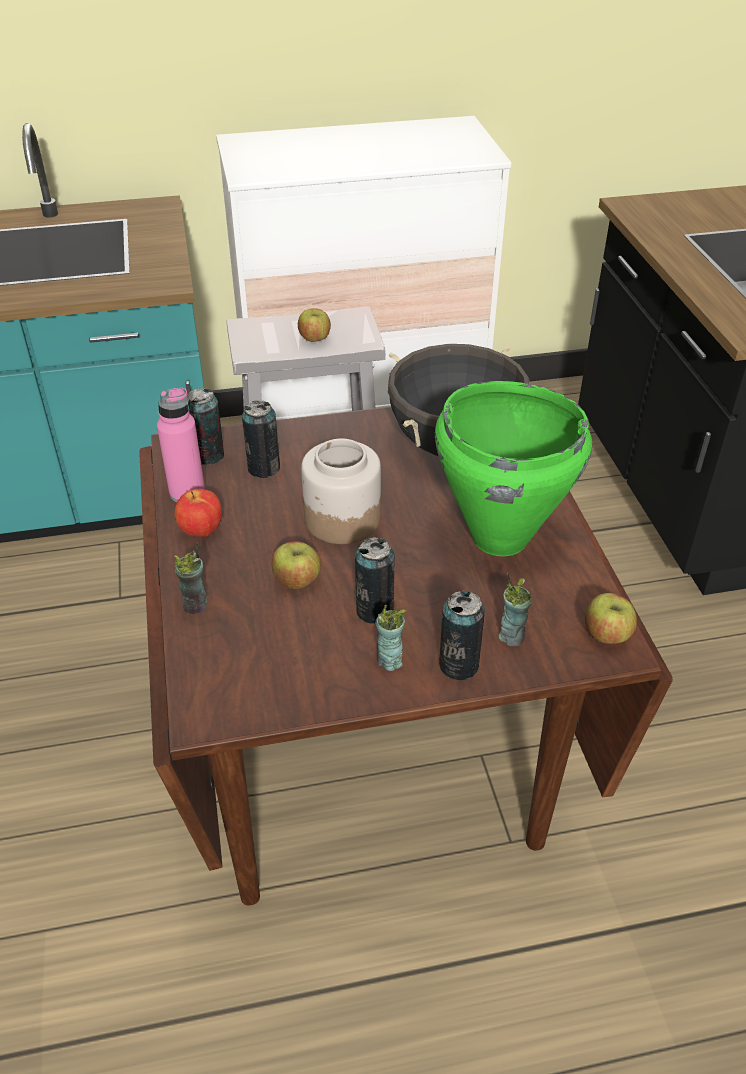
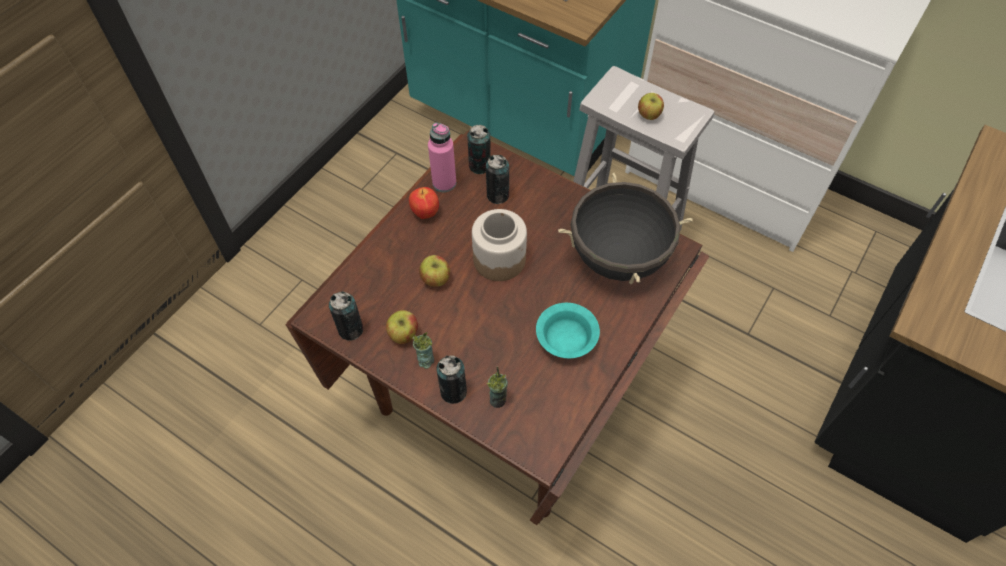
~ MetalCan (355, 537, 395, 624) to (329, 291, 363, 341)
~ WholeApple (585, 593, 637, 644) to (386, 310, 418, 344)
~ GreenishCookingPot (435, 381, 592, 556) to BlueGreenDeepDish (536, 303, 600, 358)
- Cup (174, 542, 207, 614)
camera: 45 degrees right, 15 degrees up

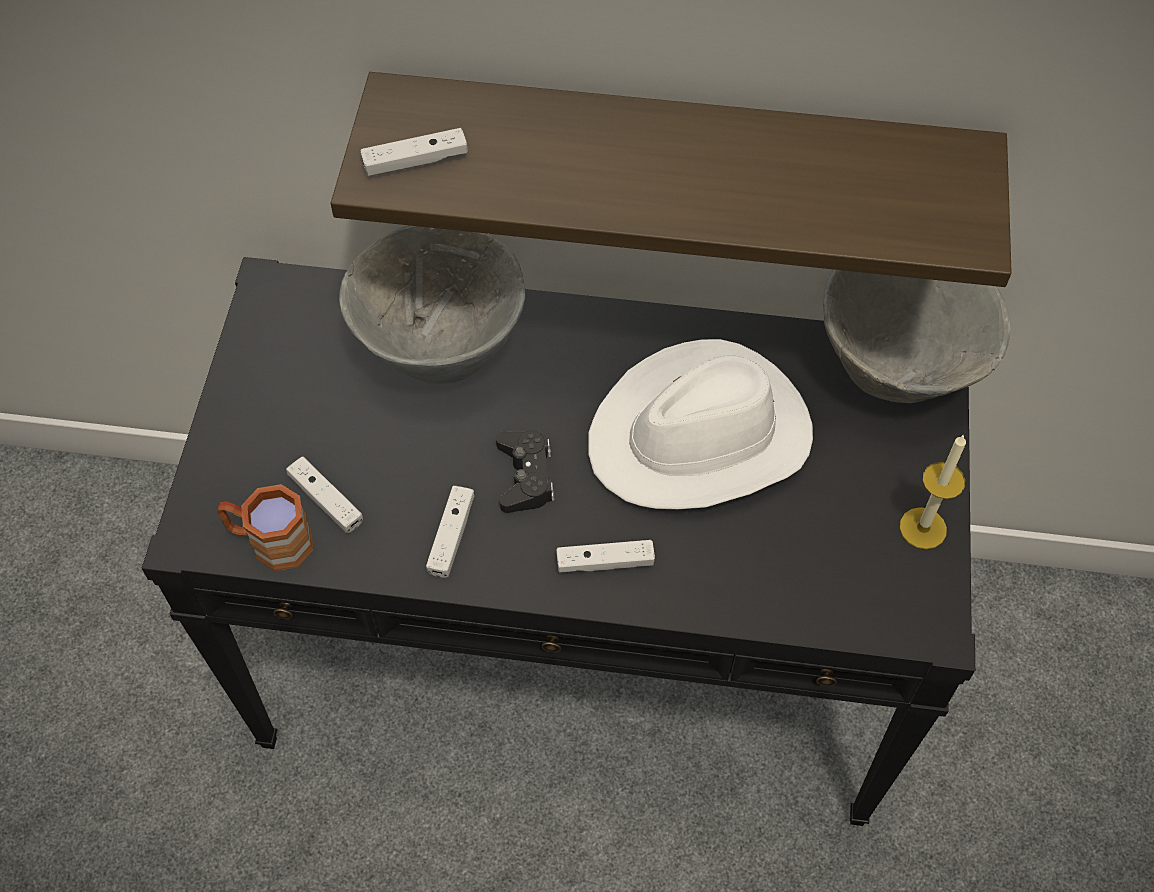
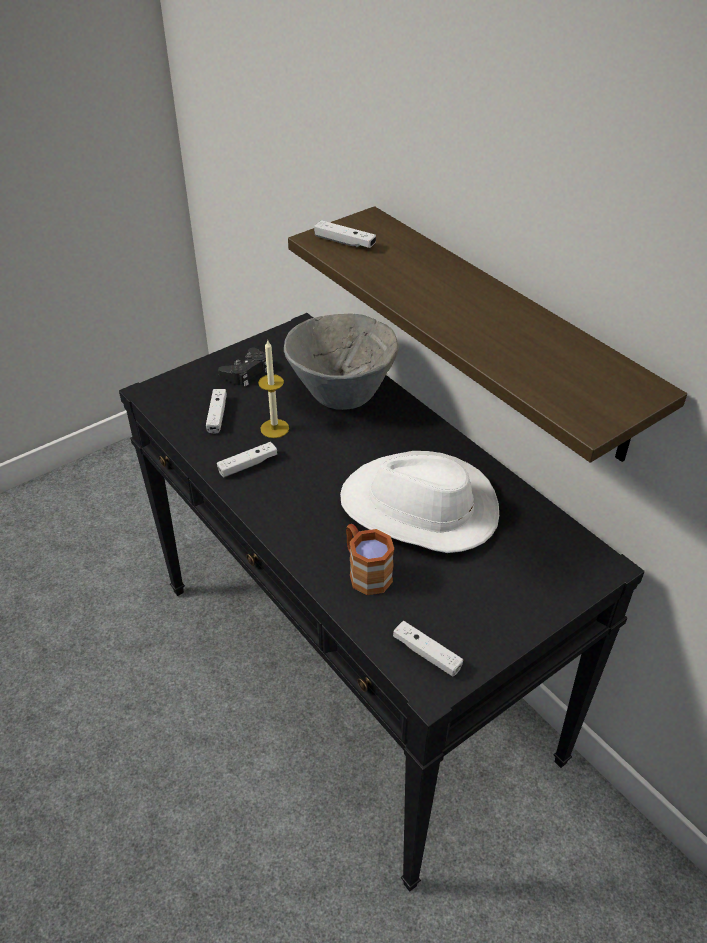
~ BlackishJoypad (496, 431, 555, 513) to (218, 348, 267, 386)
~ Candle (900, 434, 966, 549) to (258, 339, 289, 438)
~ BrownishCoffeeMug (217, 484, 313, 571) to (346, 524, 394, 595)
~ WhitishJoypad (556, 540, 655, 573) to (393, 621, 463, 677)
- GreyDeepDish (823, 270, 1010, 403)
camera: 45 degrees right, 15 degrees down

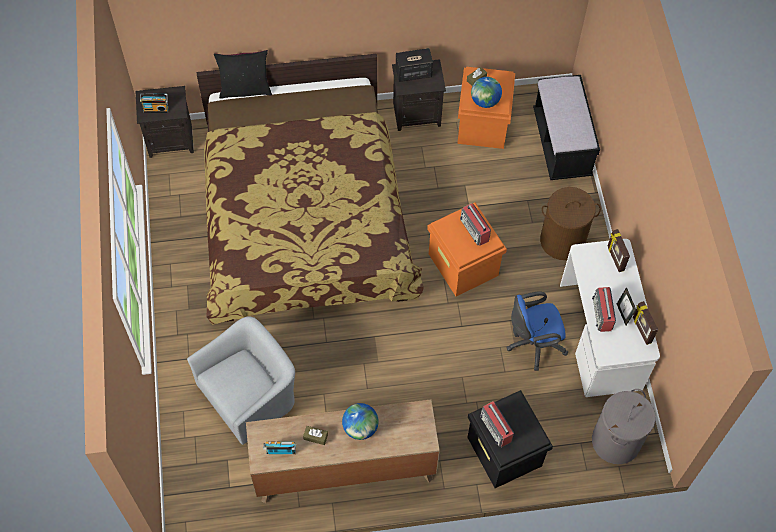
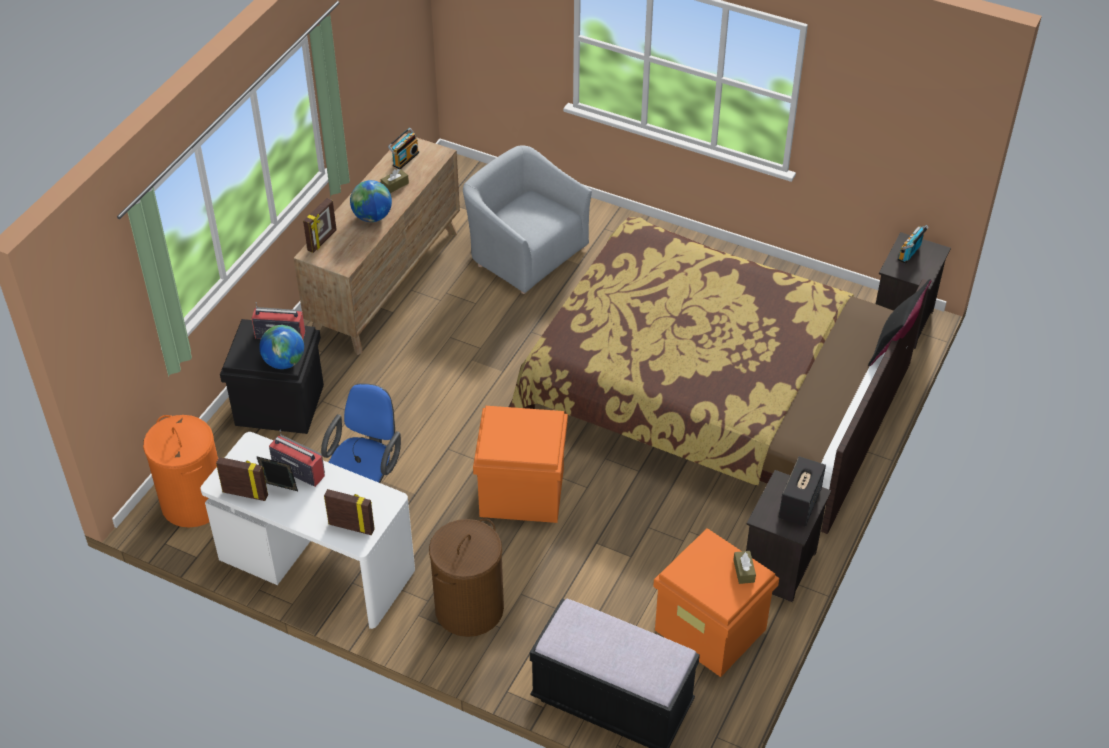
~ GreyWashingBasket (592, 389, 656, 464) to OrangeColouredWashingBasket (143, 415, 218, 528)
~ DeskGlobe (471, 77, 502, 108) to (259, 325, 304, 369)
+ PhotoFrame (303, 198, 337, 253)
~ GreyArmchair (187, 316, 295, 445) = (463, 146, 592, 294) 135 degrees clockwise
- Radio (460, 203, 491, 246)
camera: 125 degrees right, 15 degrees down

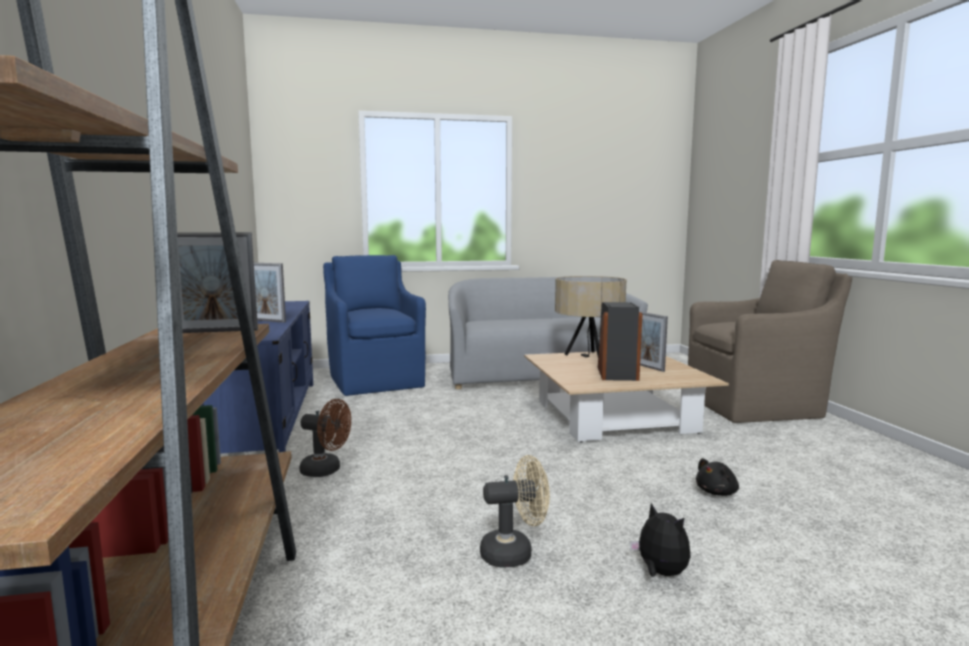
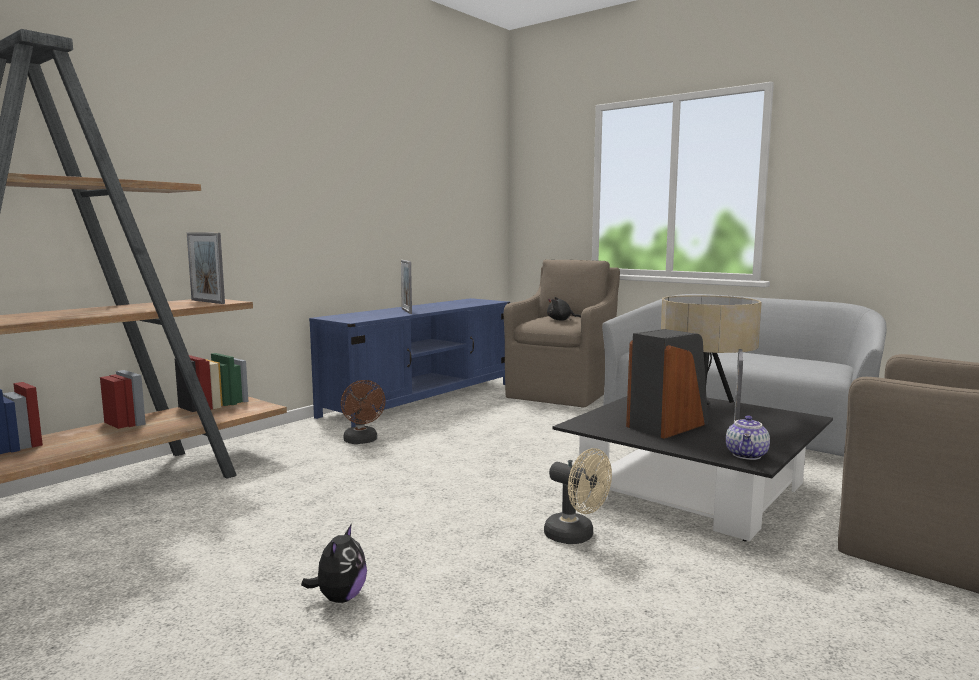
~ BlueArmchair (323, 255, 426, 396) to BrownishArmchair (504, 259, 620, 408)
~ BeigeFan (480, 455, 550, 568) to (544, 448, 612, 544)
~ BlackishPlushToy (696, 458, 739, 496) to (547, 297, 581, 321)
~ BeigeLowTable (524, 351, 729, 442) to BlackishLowTable (553, 396, 833, 542)
+ Teapot (726, 416, 770, 460)
camera: 50 degrees right, 0 degrees up

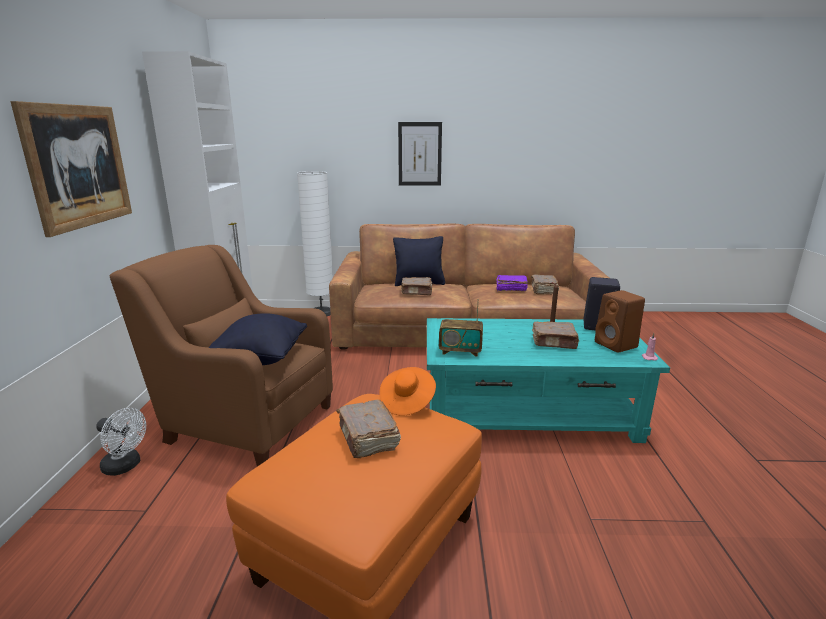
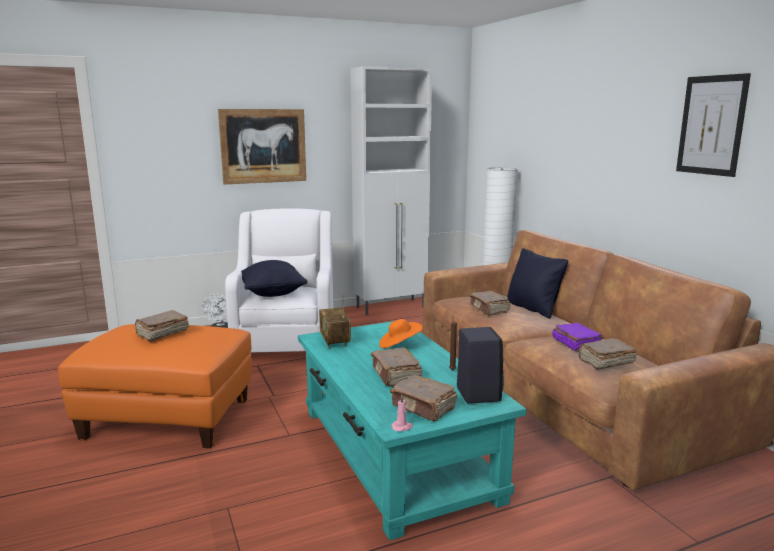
~ BrownishArmchair (110, 245, 333, 467) to WhitishArmchair (225, 208, 333, 352)
~ OrangeColouredWearableHat (379, 367, 436, 416) to (379, 319, 423, 348)
~ BrownishSpeaker (595, 290, 645, 353) to BrownishBoundBook (390, 375, 457, 421)
~ WallPicture (398, 122, 442, 186) to (676, 73, 751, 177)
camera: 65 degrees right, 5 degrees down

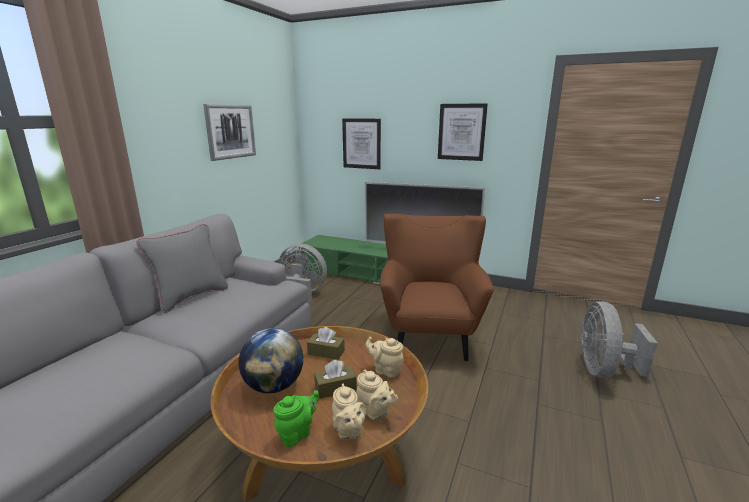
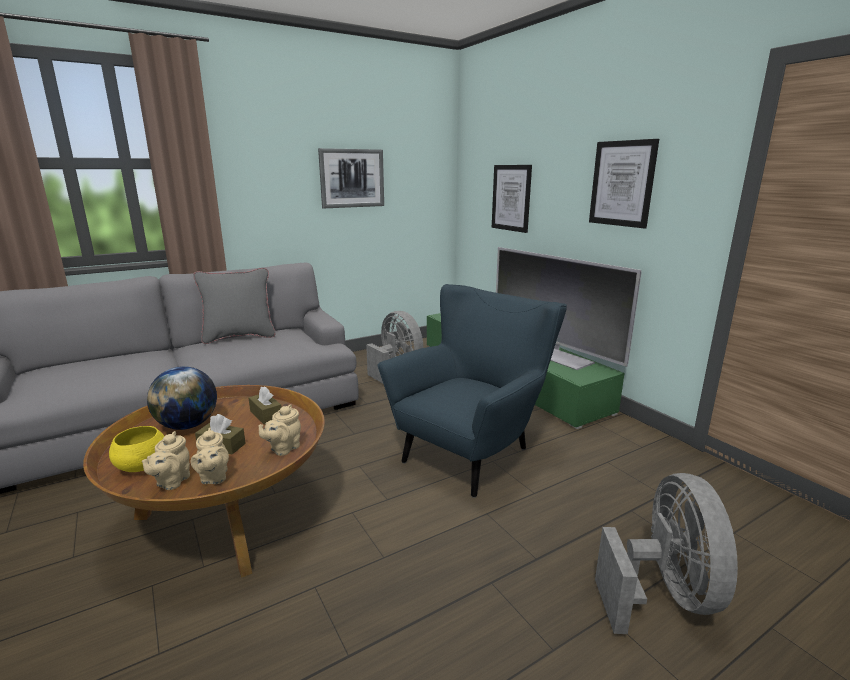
~ GreenishTeapot (273, 390, 319, 447) to YellowDeepDish (109, 426, 164, 472)
~ BeigeTeapot (365, 337, 404, 378) = (258, 404, 301, 456) 120 degrees counterclockwise
~ BrownishArmchair (381, 213, 494, 362) to BlueArmchair (378, 284, 567, 498)
~ GreyFan (580, 302, 658, 378) = (595, 473, 738, 634) 135 degrees clockwise
camera: 35 degrees right, 0 degrees up

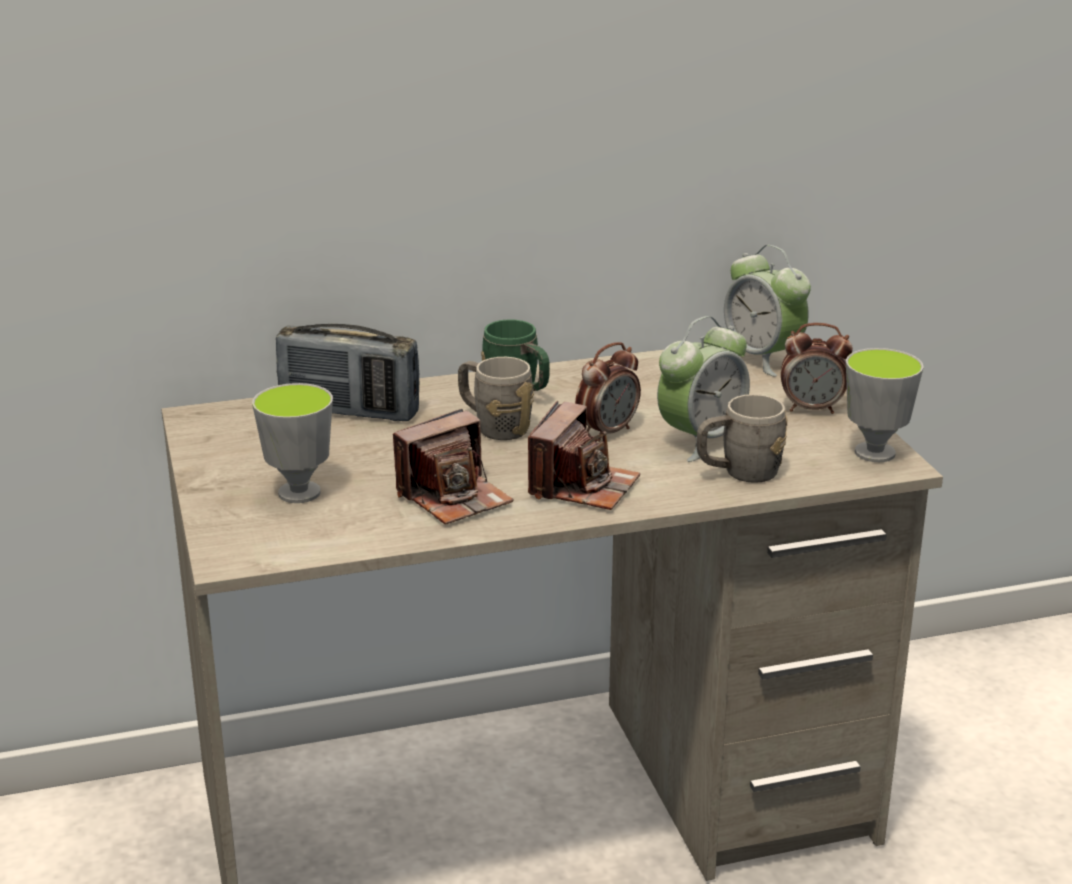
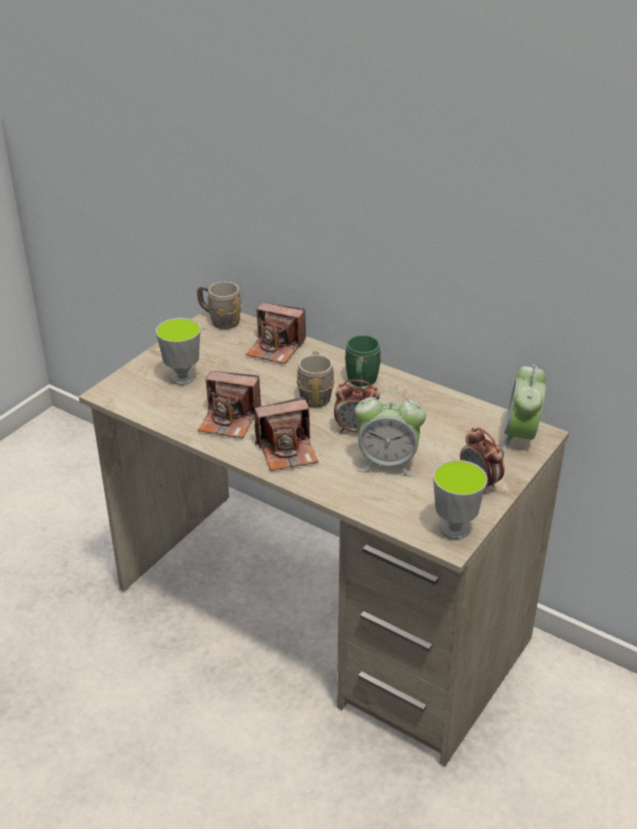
~ GreyCoffeeMug (697, 394, 788, 483) to (197, 282, 241, 329)
~ Radio (276, 324, 420, 421) to PhotoCamera (246, 302, 306, 364)
camera: 50 degrees right, 10 degrees up

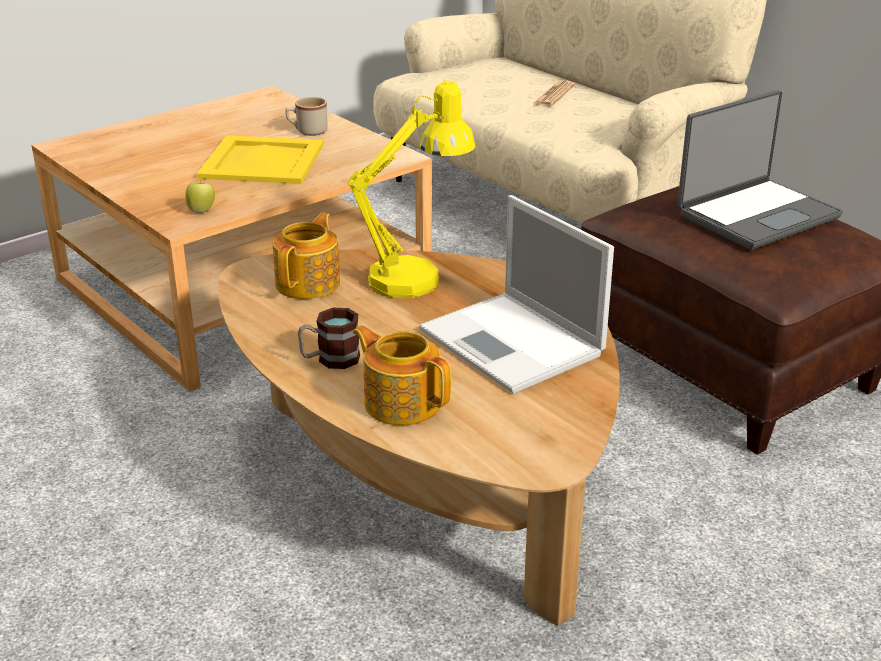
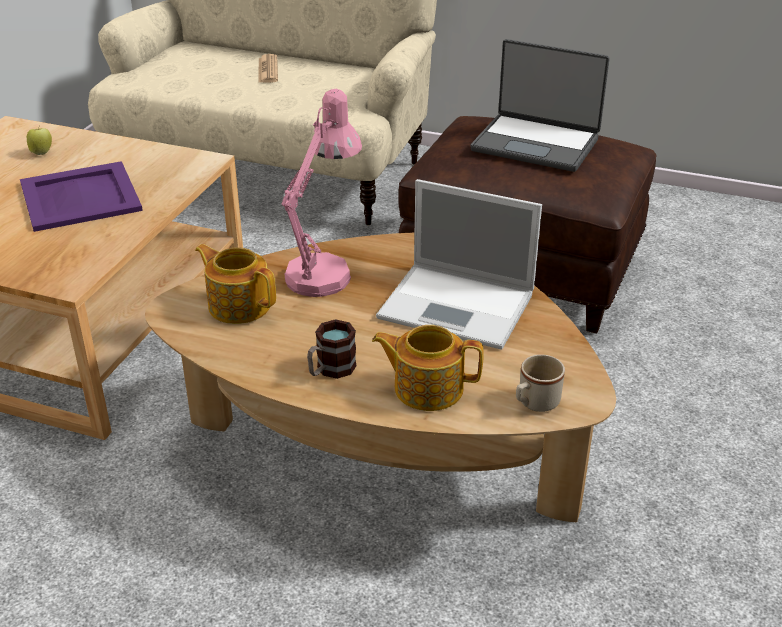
~ YellowServingTray (197, 135, 324, 184) to PurplishServingTray (20, 161, 143, 232)
~ WholeApple (185, 179, 215, 213) to (27, 128, 52, 155)
~ Teapot (273, 213, 340, 299) = (195, 244, 276, 324) 45 degrees counterclockwise
~ YellowTableLamp (347, 81, 475, 299) to PinkColouredTableLamp (282, 89, 362, 297)
~ PortableComputer (677, 90, 843, 250) = (471, 39, 610, 172) 90 degrees clockwise
~ BeigeCoffeeMug (286, 97, 328, 136) to (516, 355, 565, 412)
camera: 30 degrees left, 5 degrees up

